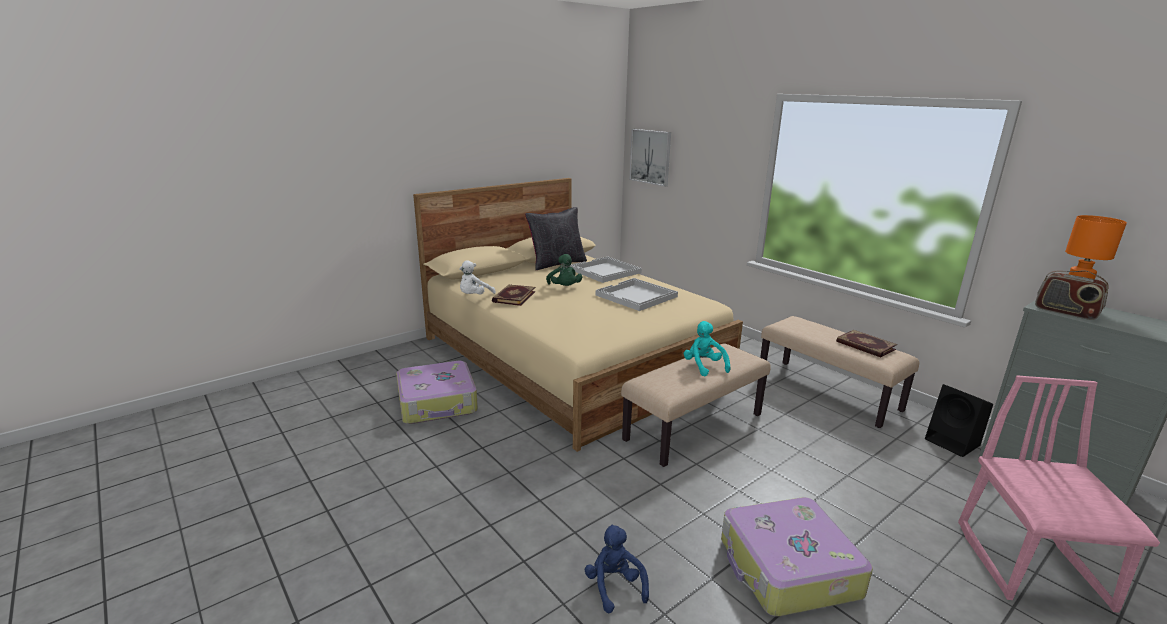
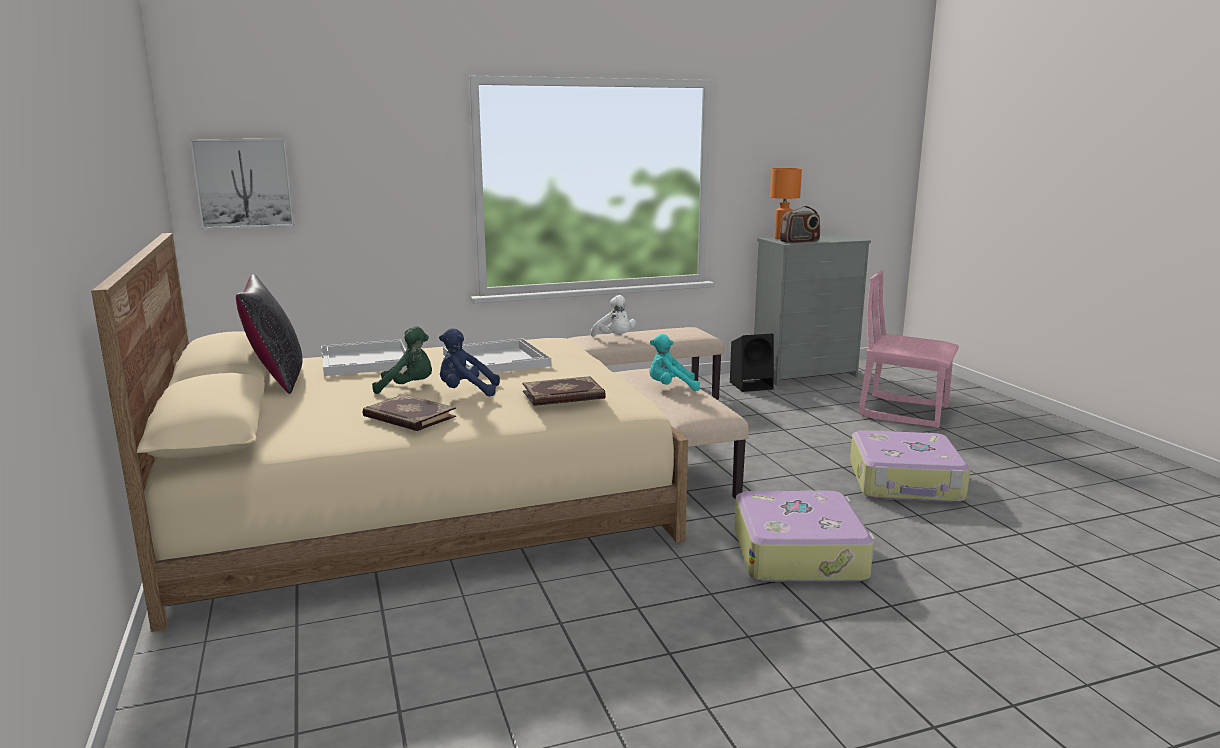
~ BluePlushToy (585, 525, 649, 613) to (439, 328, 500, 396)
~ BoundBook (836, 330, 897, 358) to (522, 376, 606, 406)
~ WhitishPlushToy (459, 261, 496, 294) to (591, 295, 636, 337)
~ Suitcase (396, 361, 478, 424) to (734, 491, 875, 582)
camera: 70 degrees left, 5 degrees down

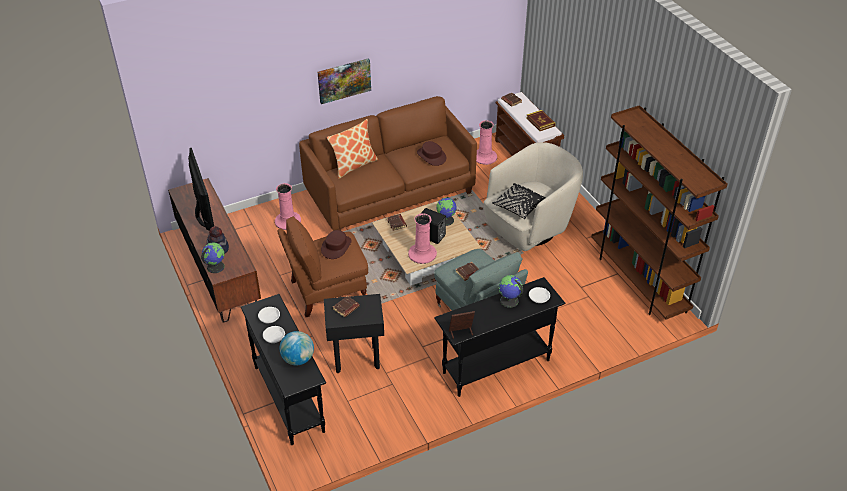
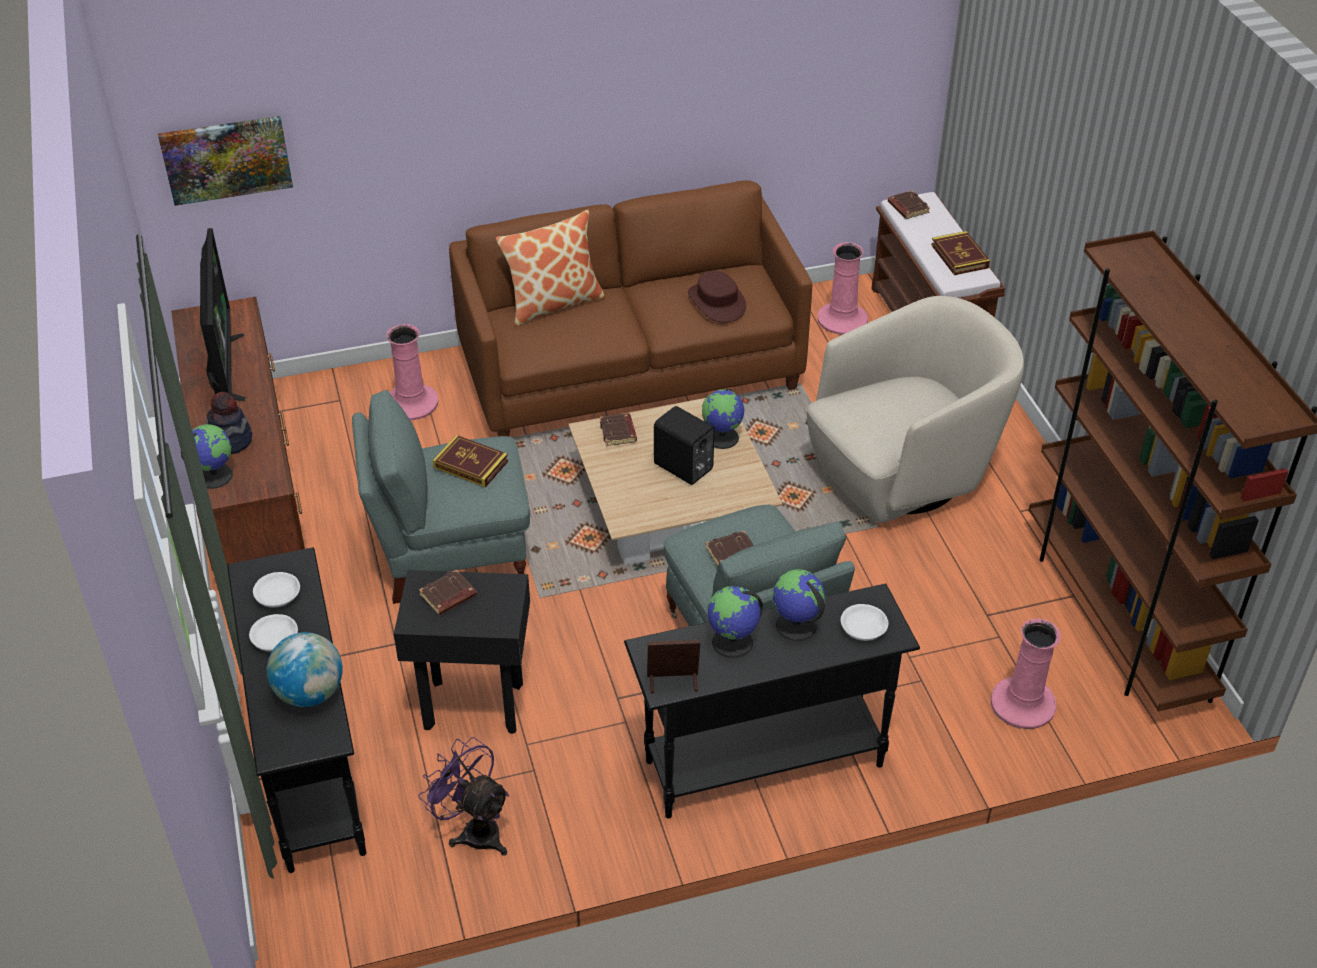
~ WallPicture (318, 58, 371, 104) to (158, 116, 293, 206)
~ BrownishArmchair (277, 216, 368, 317) to GreyArmchair (352, 389, 530, 604)
+ PurplishFan (418, 737, 510, 856)
~ BrownishWearableHat (321, 230, 352, 259) to BoundBook (433, 435, 508, 487)
+ DeskGlobe (707, 586, 763, 658)
~ PinkColouredFlowerVase (408, 213, 437, 264) to (991, 619, 1061, 729)
- BlackishThrowPillow (492, 183, 546, 219)
camera: 10 degrees right, 0 degrees up

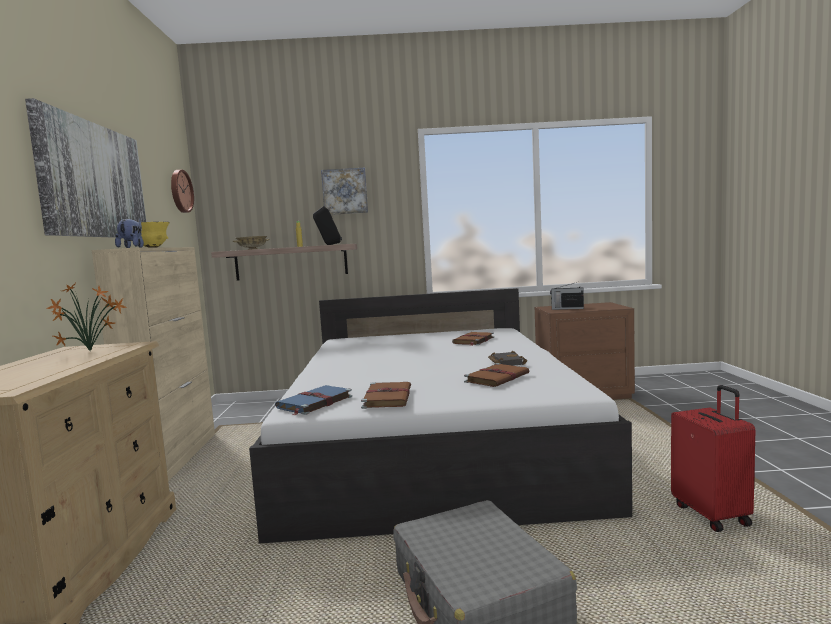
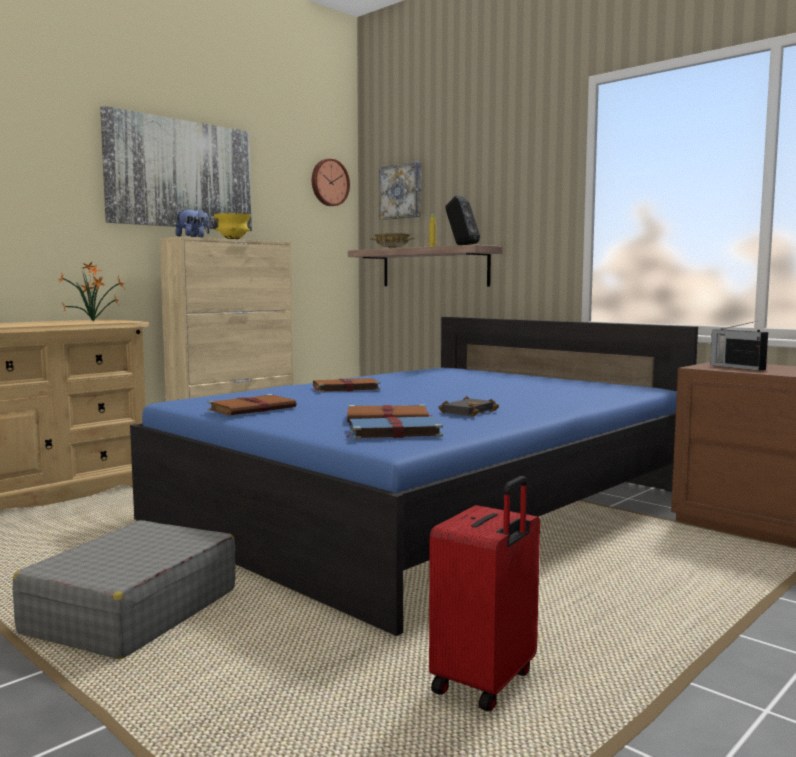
~ WhitishBedroomBed (249, 288, 632, 544) to BlueBedroomBed (130, 317, 698, 636)
~ BrownishBoundBook (452, 332, 494, 346) to (313, 378, 380, 392)
~ BlueBoundBook (275, 385, 352, 416) to (346, 417, 443, 439)
~ WallPicture (321, 168, 368, 215) to (379, 162, 421, 220)
camera: 45 degrees right, 0 degrees up

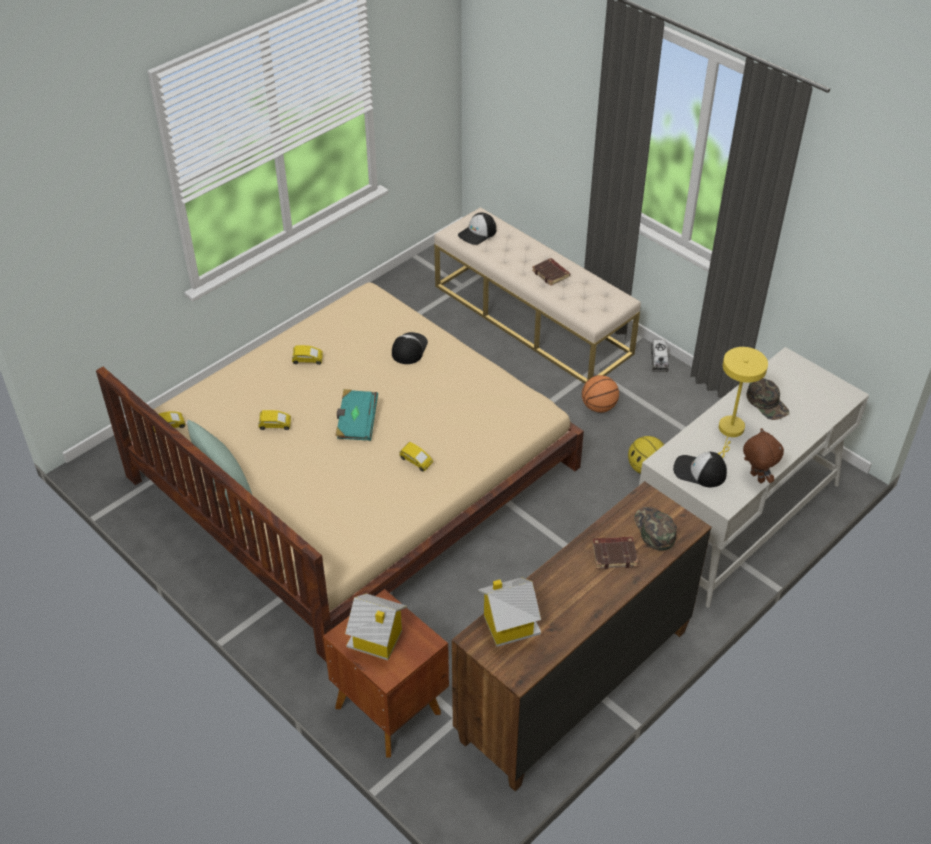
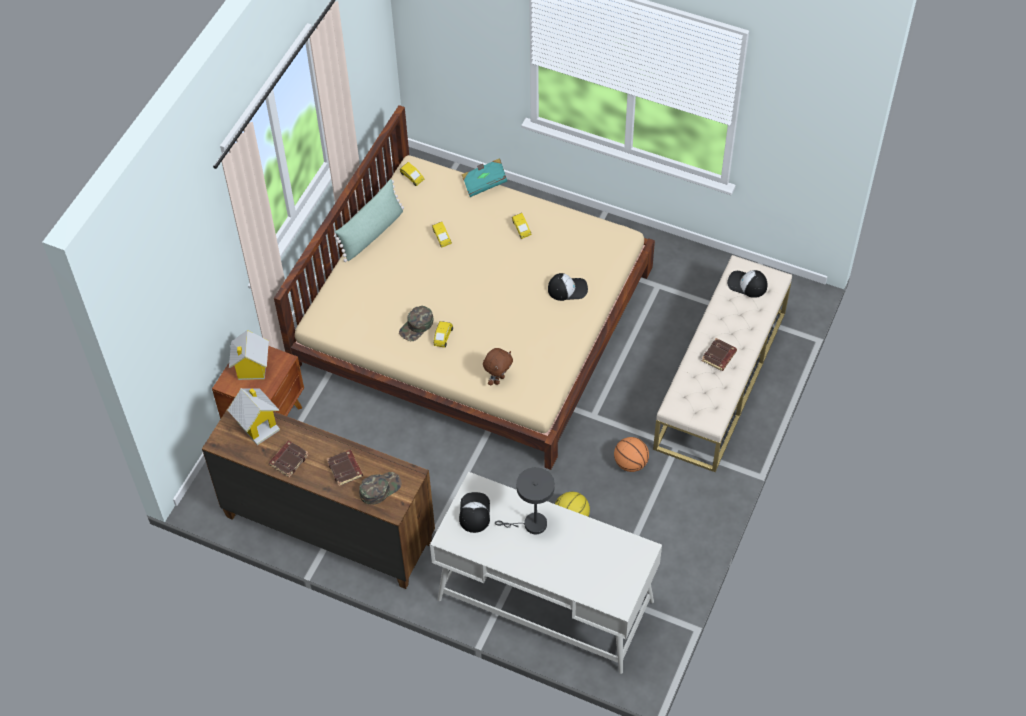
+ BrownishBoundBook (269, 441, 309, 477)
~ GreenishCap (747, 378, 789, 420) to (399, 306, 433, 341)
~ BlueGreenBoundBook (335, 389, 378, 441) to (462, 158, 507, 197)
~ BrownishPlushToy (743, 428, 784, 483) to (483, 348, 513, 385)
~ YellowTableLamp (718, 347, 768, 458) to GreyTableLamp (495, 467, 555, 534)
- ToyTruck (651, 340, 669, 372)
camera: 70 degrees right, 10 degrees up

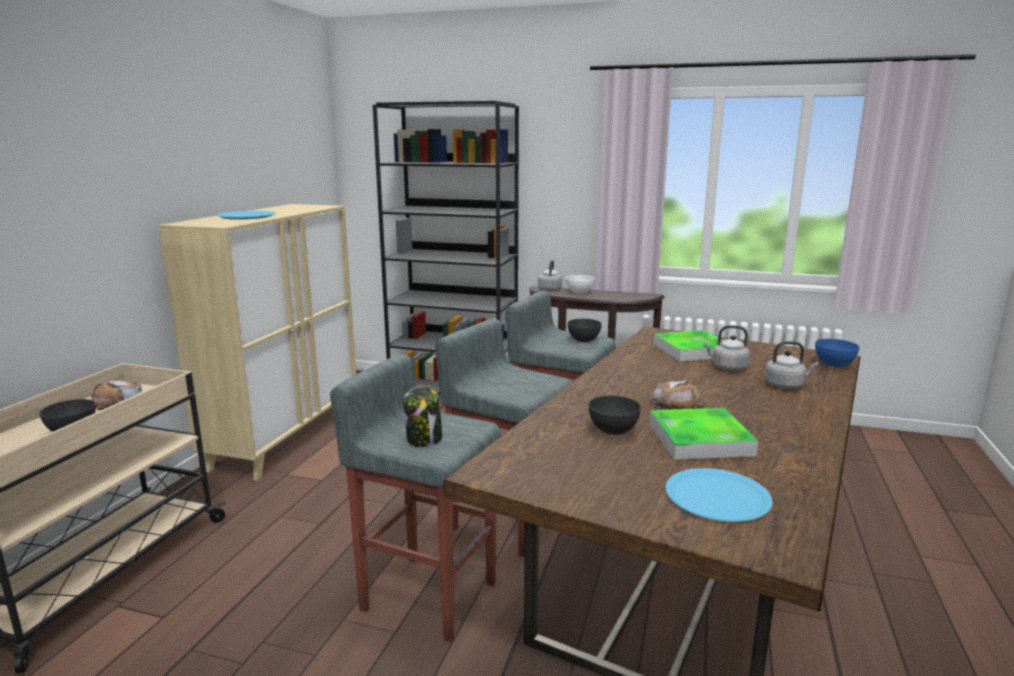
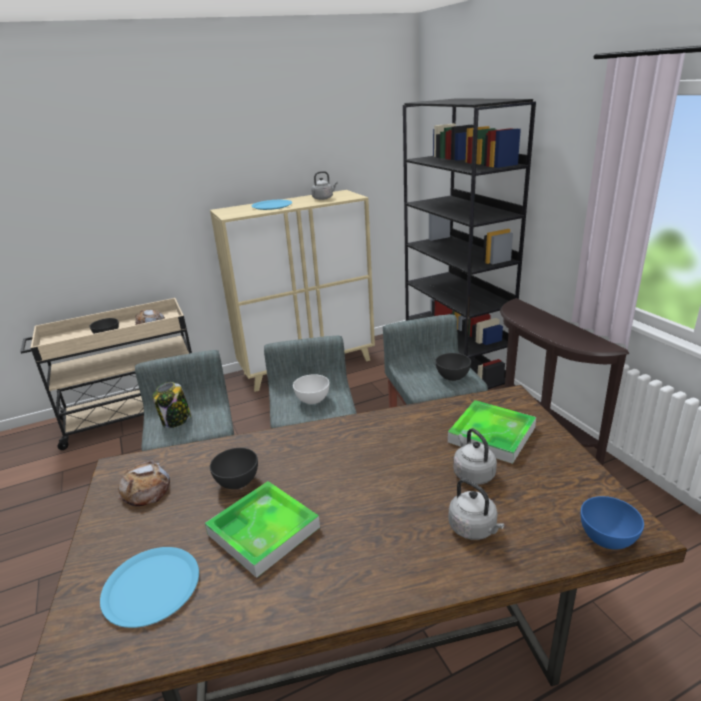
~ BakeryBread (650, 380, 706, 410) to (118, 460, 170, 506)
~ WhitishDeepDish (566, 275, 595, 294) to (293, 374, 330, 404)
~ GreyTeaKettle (538, 260, 562, 291) to (311, 171, 338, 200)
camera: 50 degrees right, 10 degrees up

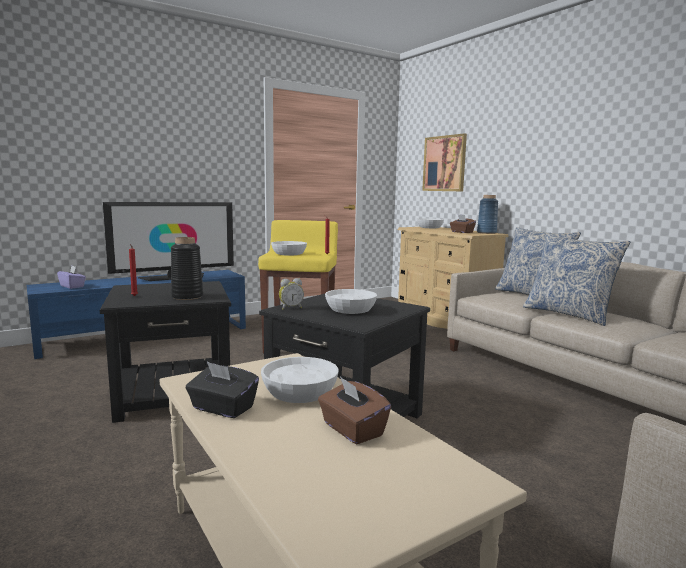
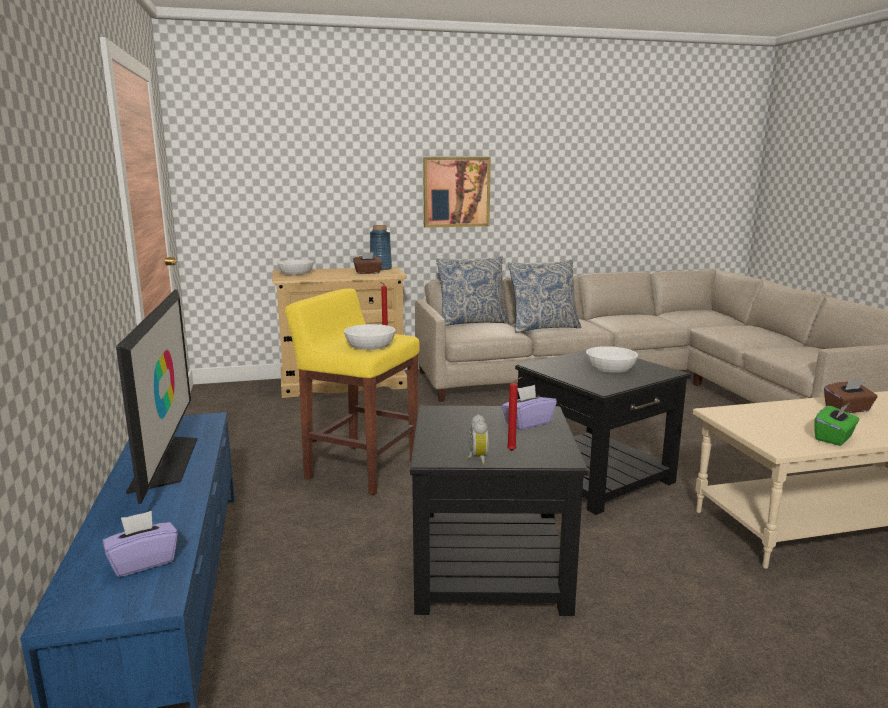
~ WallPicture (422, 134, 467, 191) to (423, 157, 491, 228)
~ BedsideClock (279, 278, 304, 309) to (467, 414, 489, 464)
~ BlackishFlowerVase (171, 237, 203, 300) to PurplishTissueBox (501, 385, 557, 430)
~ BlackishTissueBox (186, 362, 259, 418) to GreenishTissueBox (814, 403, 860, 446)
- WhitishDeepDish (261, 357, 339, 403)
camera: 70 degrees left, 5 degrees up

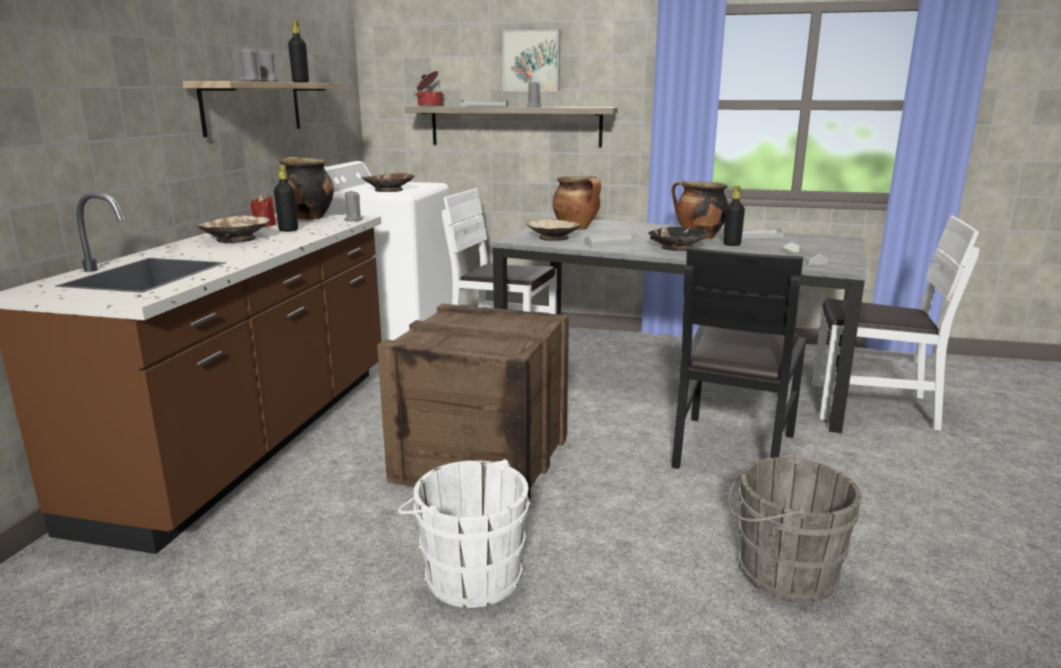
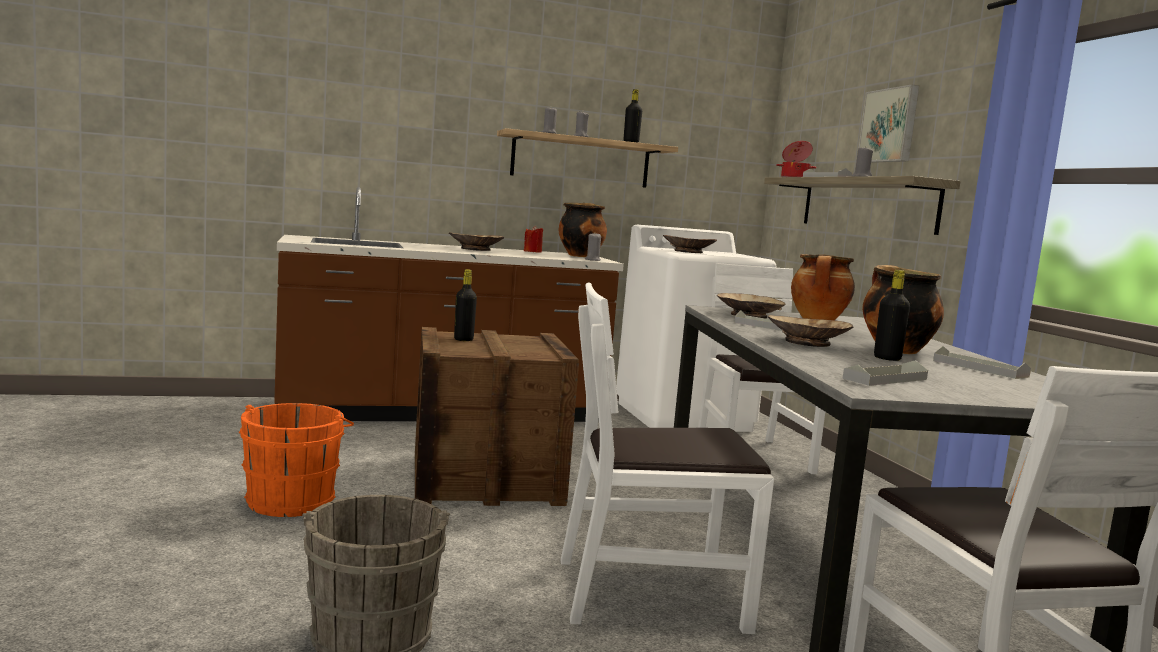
~ WhitishPail (398, 459, 530, 608) to OrangeColouredPail (239, 403, 354, 517)
~ BlackishBeverageBottle (274, 165, 298, 232) to (454, 269, 477, 341)
~ BlackishUprightChair (671, 247, 806, 469) to WhitishUprightChair (561, 282, 774, 634)
~ BlackishDeepDish (648, 227, 709, 251) to BeigeDeepDish (768, 315, 854, 347)
camera: 60 degrees right, 10 degrees down

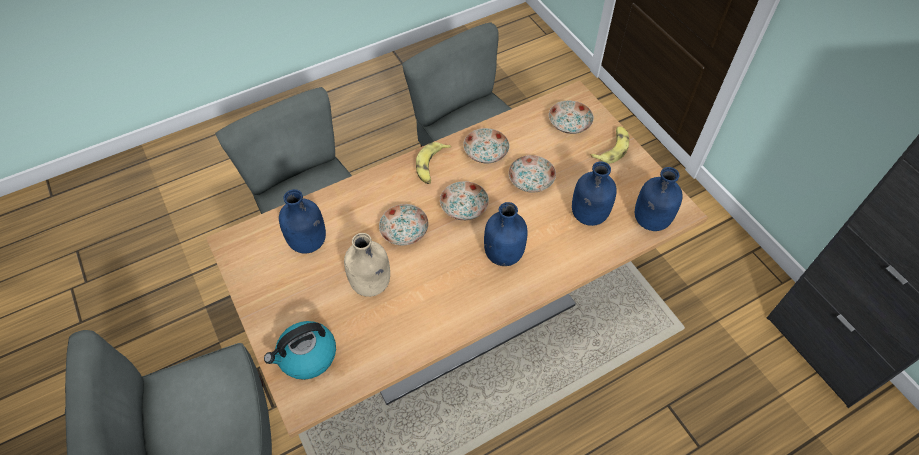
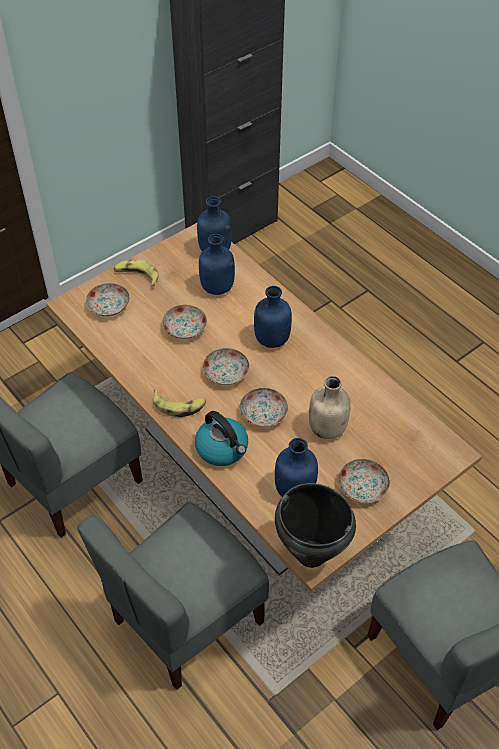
~ TeaKettle (264, 321, 336, 380) to (195, 411, 248, 466)
+ BlackishCookingPot (275, 483, 356, 568)
~ Plate (463, 128, 510, 163) to (339, 459, 390, 503)
camera: 100 degrees left, 5 degrees down

